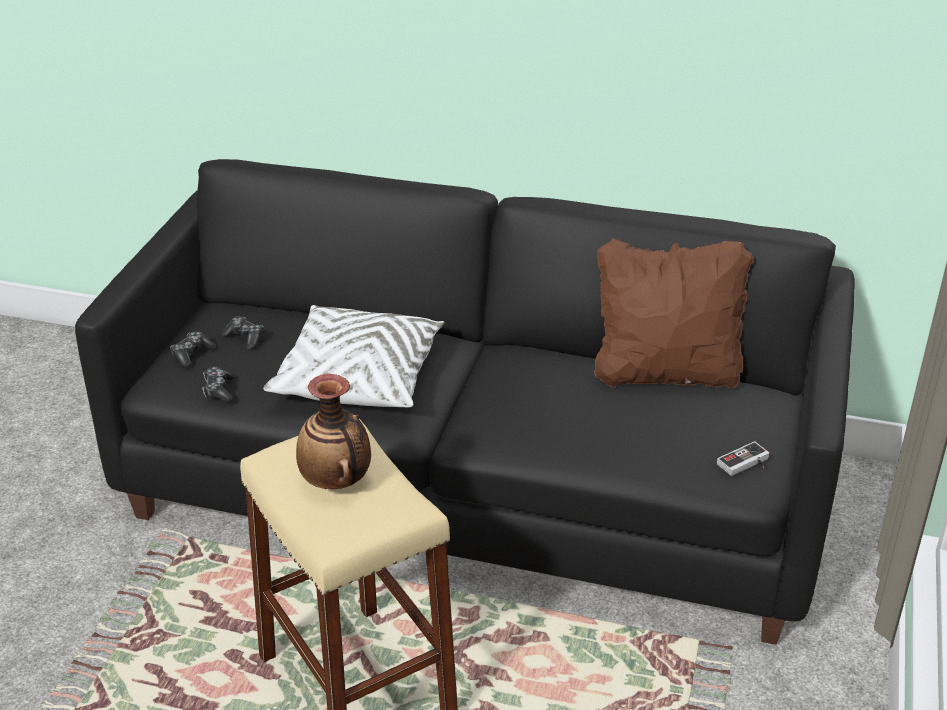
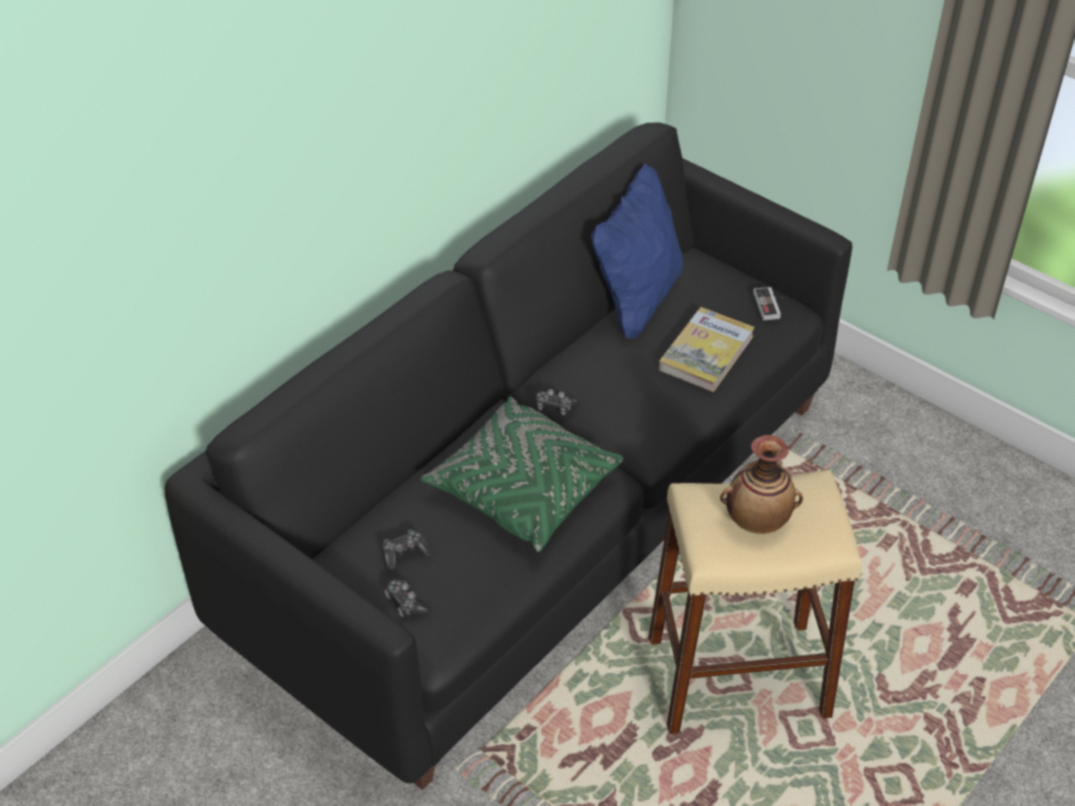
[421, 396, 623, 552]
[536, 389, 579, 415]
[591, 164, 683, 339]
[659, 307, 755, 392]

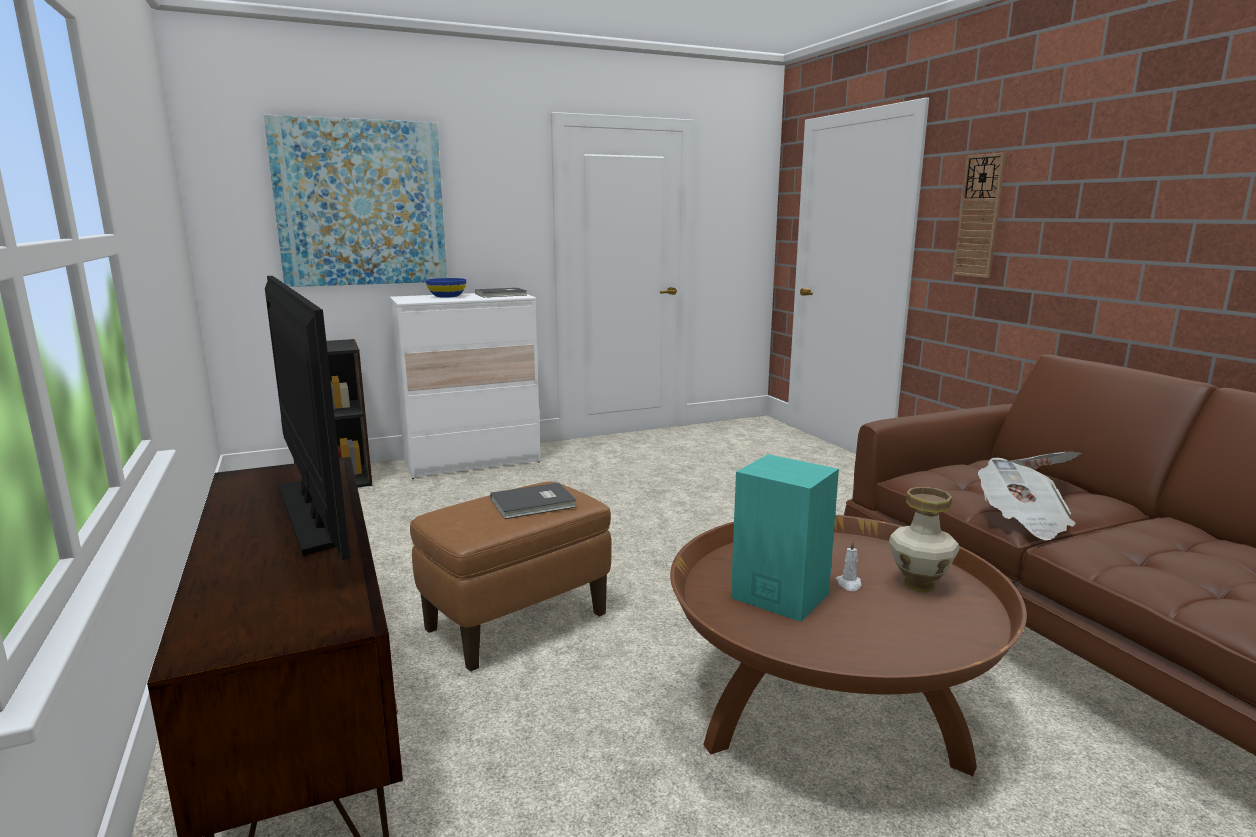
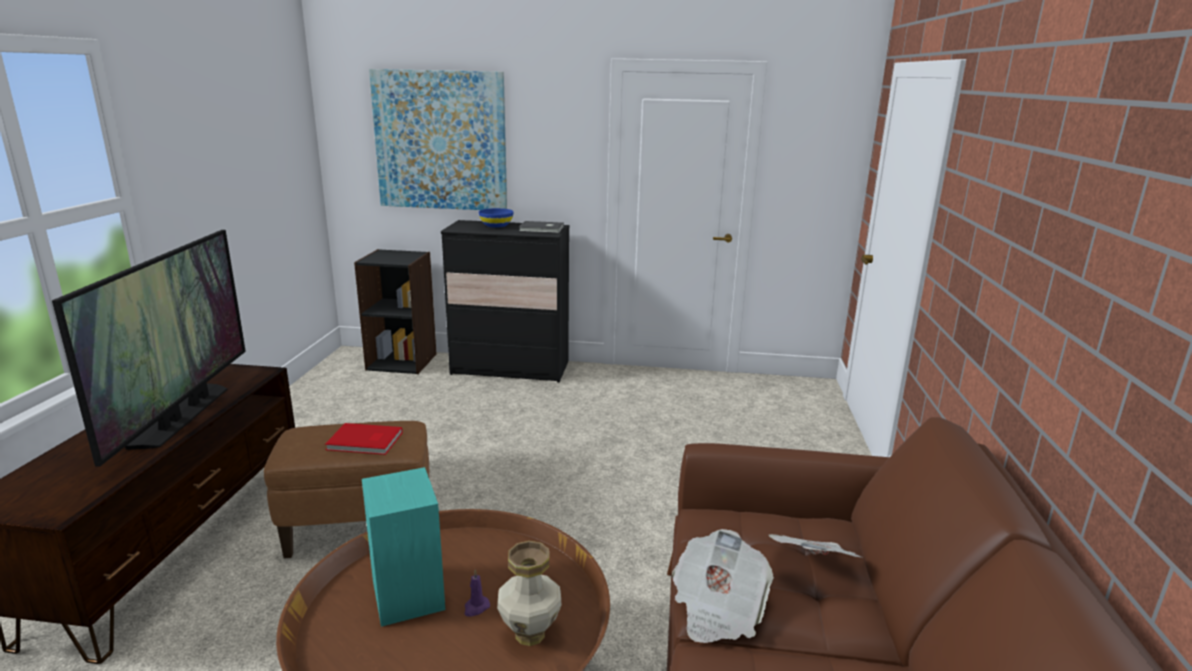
[325, 423, 403, 455]
[441, 220, 570, 383]
[465, 569, 490, 617]
[953, 153, 1006, 278] (first image)

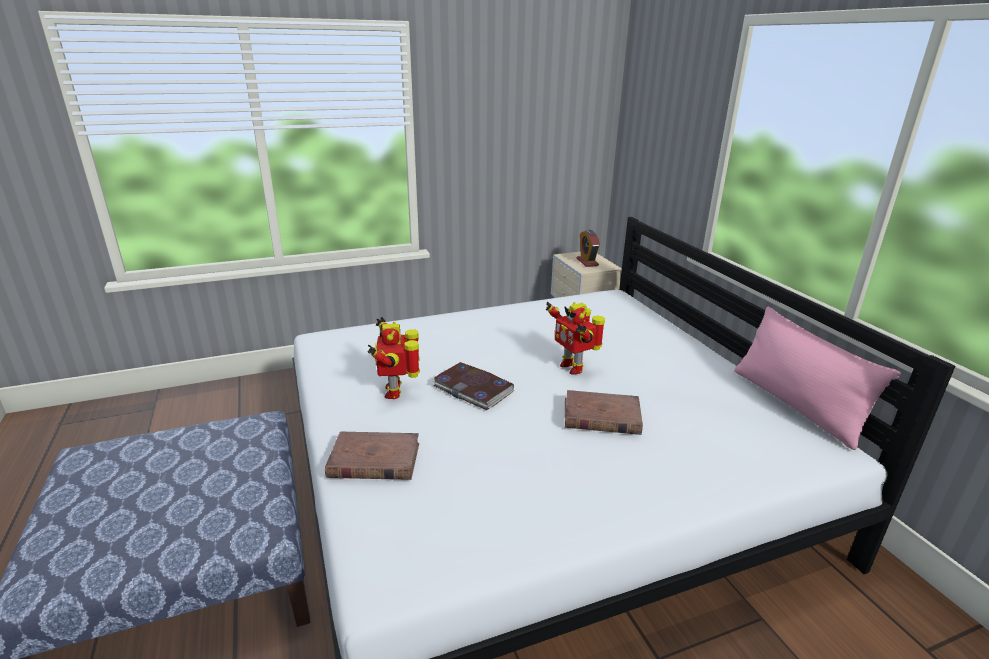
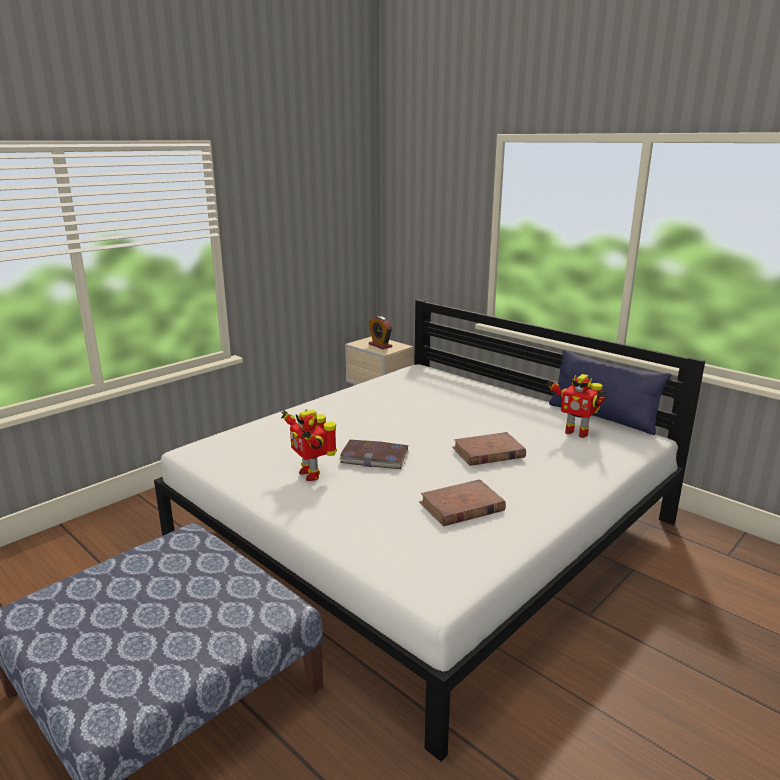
[419, 479, 506, 526]
[547, 374, 605, 438]
[549, 350, 671, 435]

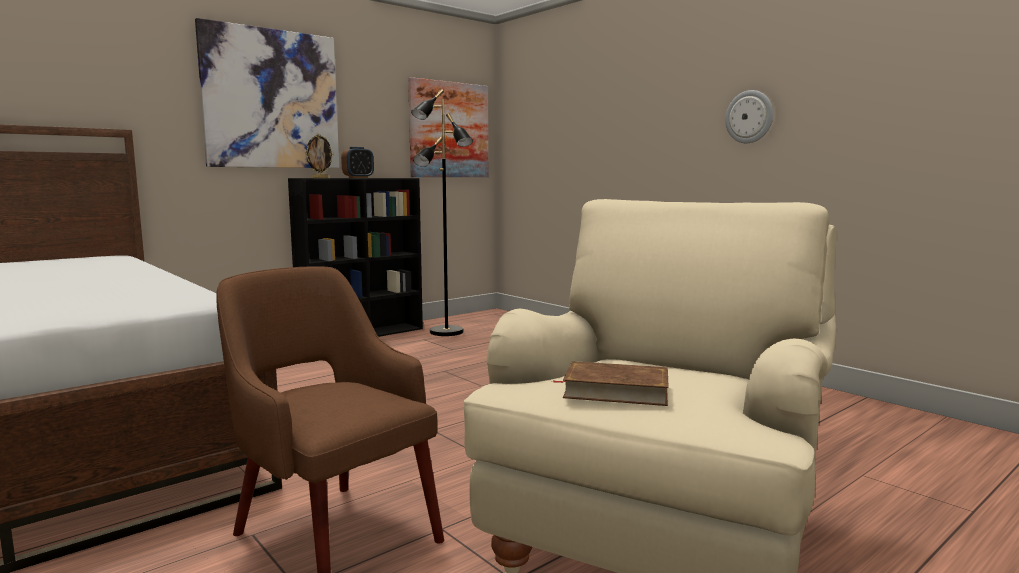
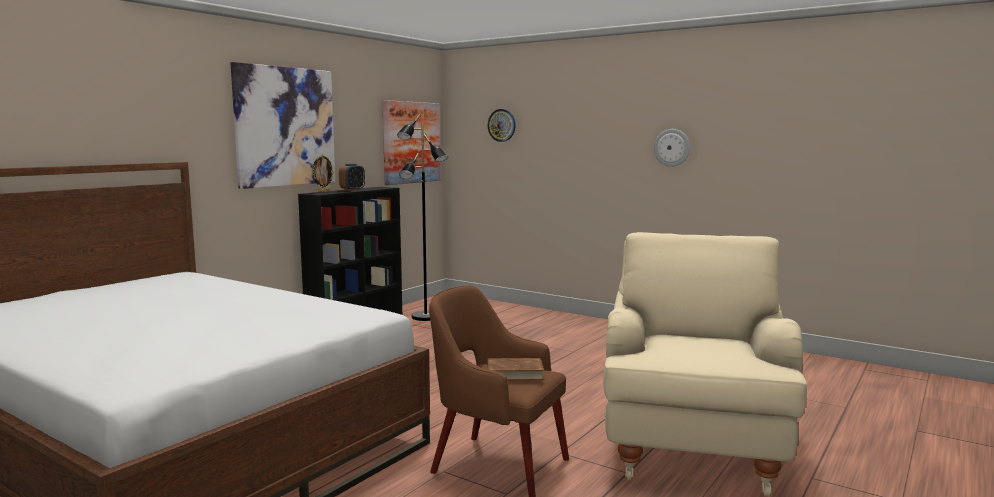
[487, 358, 544, 380]
[488, 109, 516, 142]

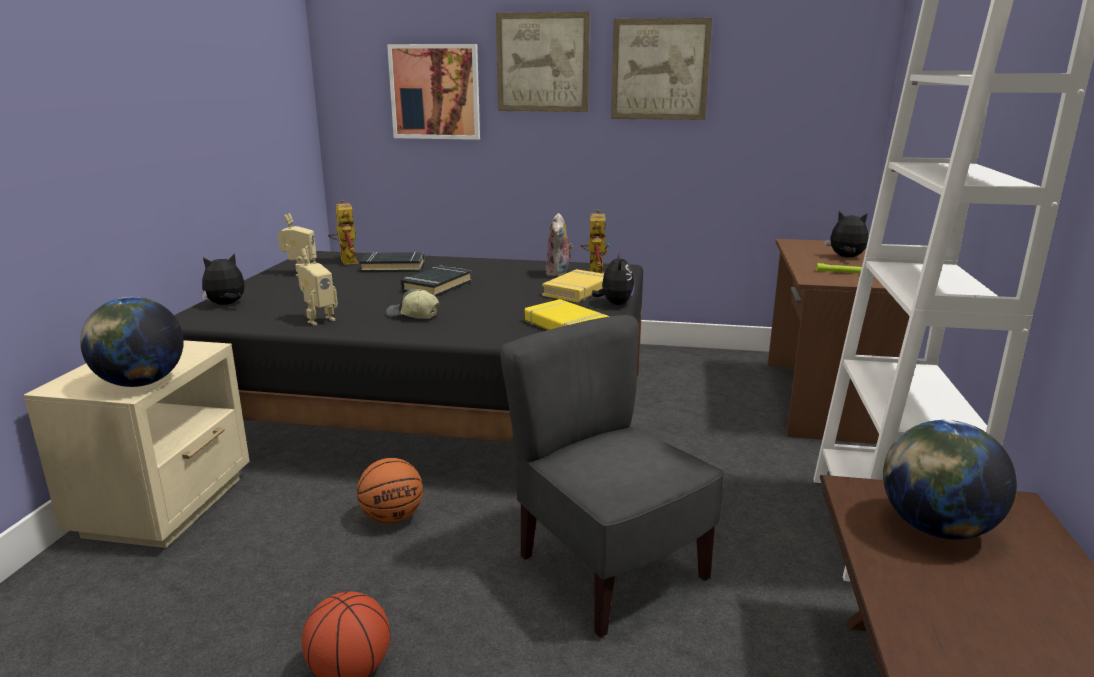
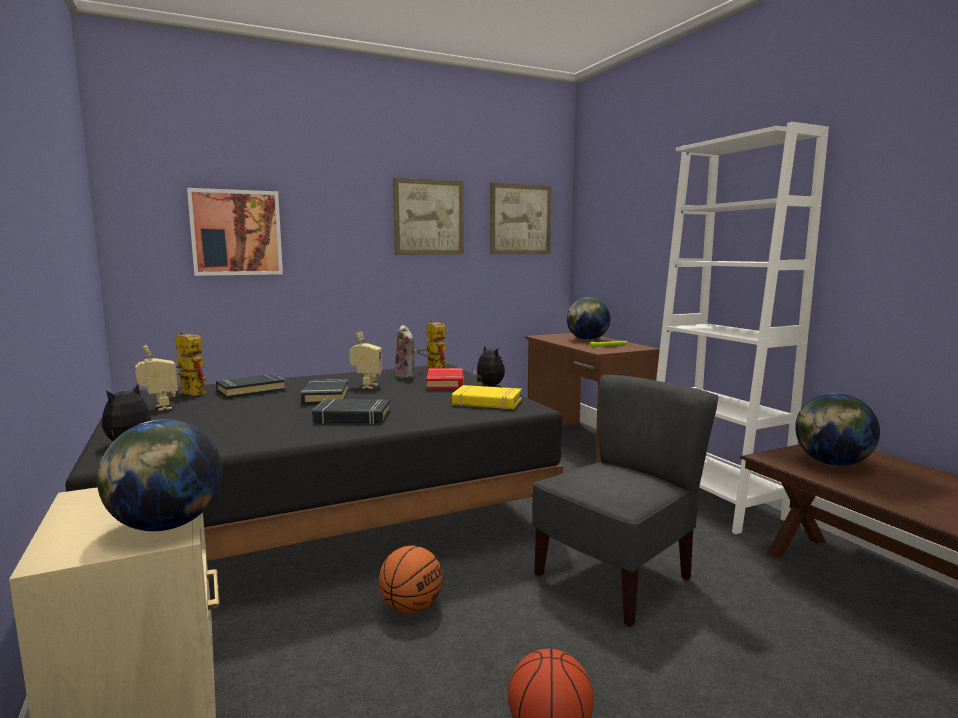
[312, 399, 390, 424]
[349, 331, 382, 389]
[426, 368, 464, 389]
[490, 183, 552, 254]
[532, 375, 718, 627]
[567, 297, 610, 340]

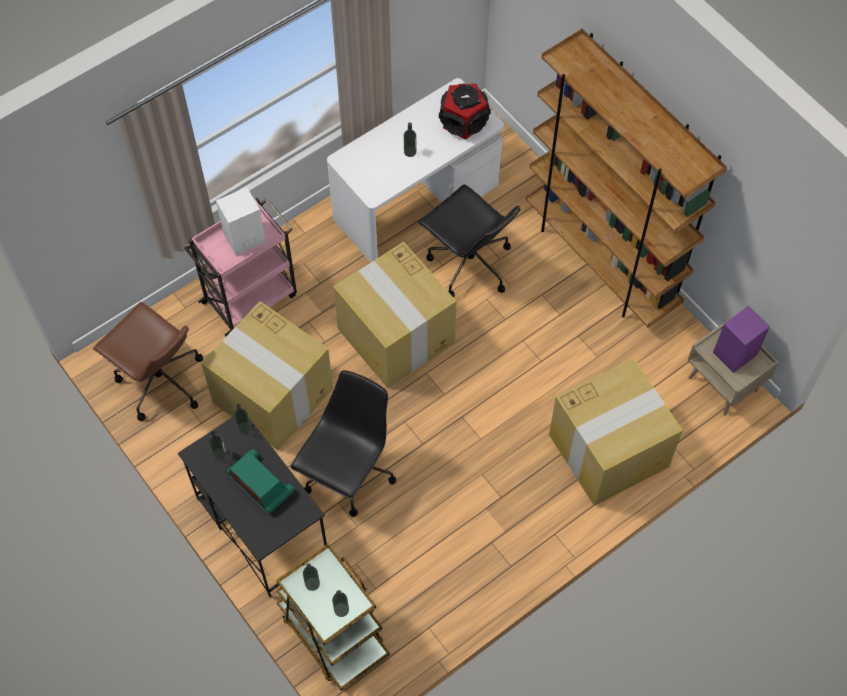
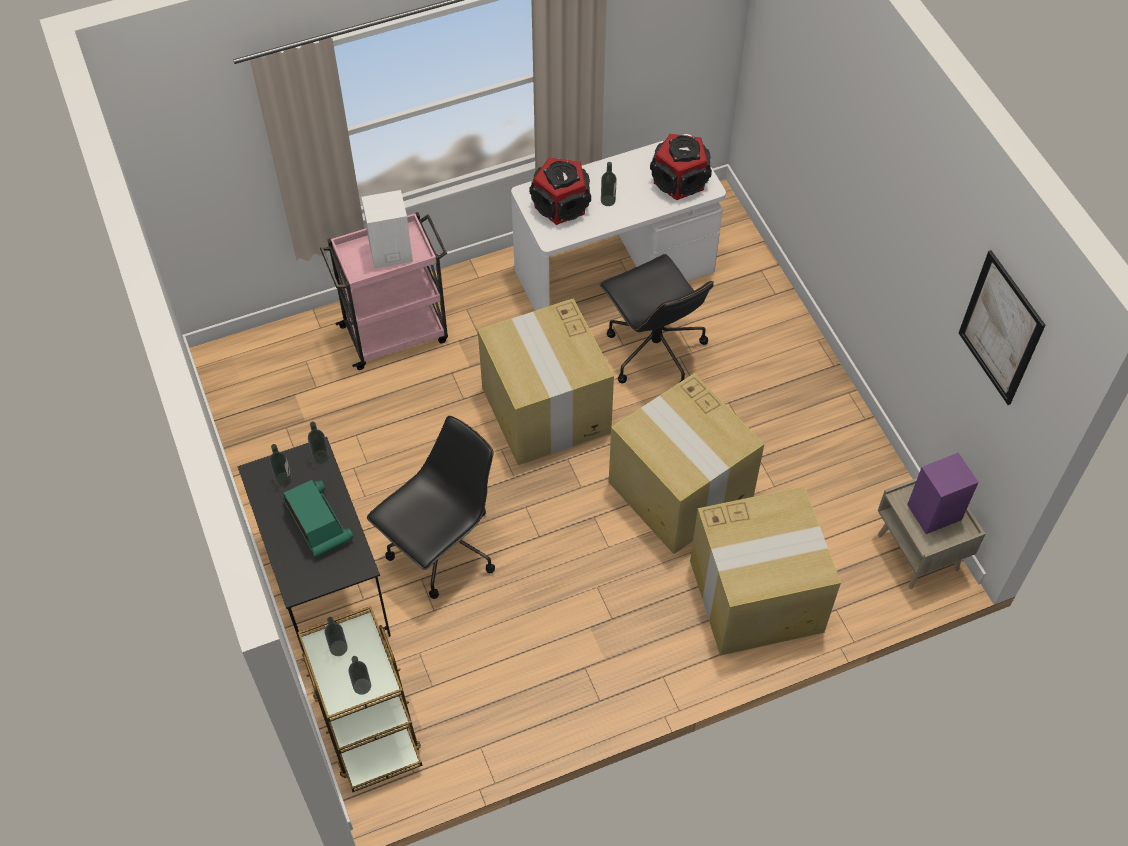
[529, 157, 591, 225]
[609, 373, 764, 554]
[959, 250, 1045, 405]
[93, 302, 203, 421] (first image)
[526, 29, 727, 328] (first image)

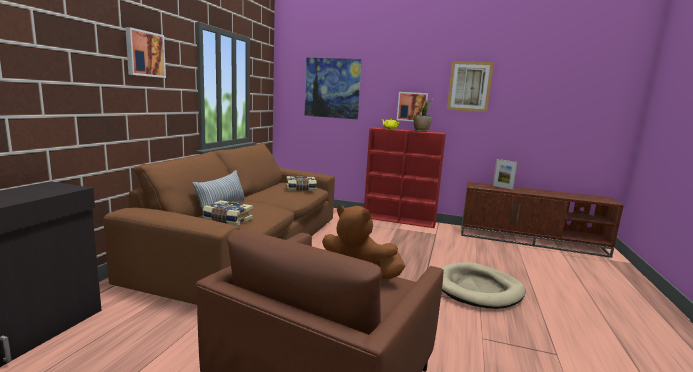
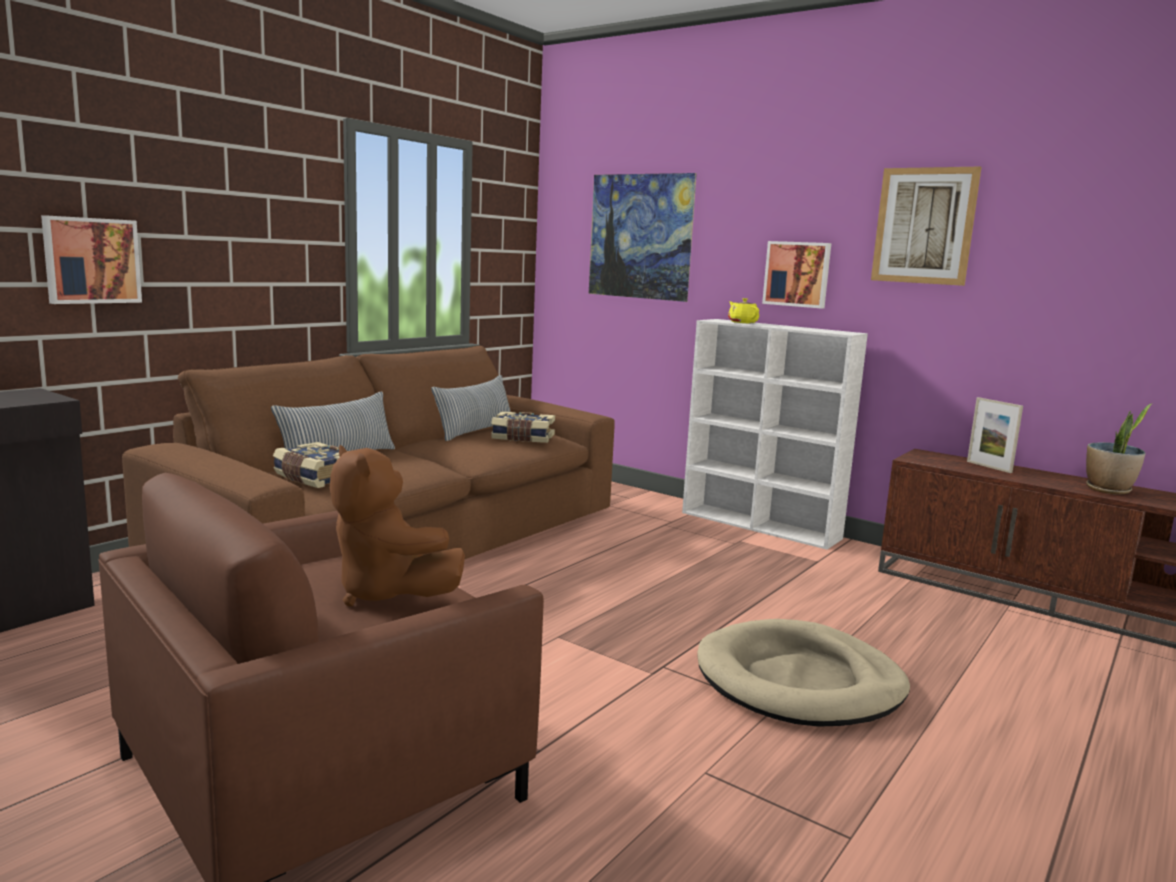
[41, 215, 142, 304]
[431, 375, 510, 441]
[682, 319, 868, 549]
[1086, 403, 1153, 495]

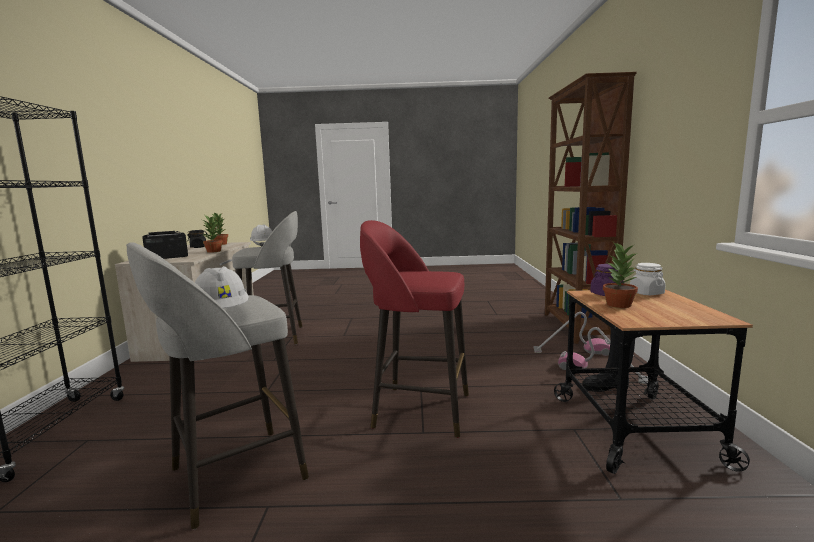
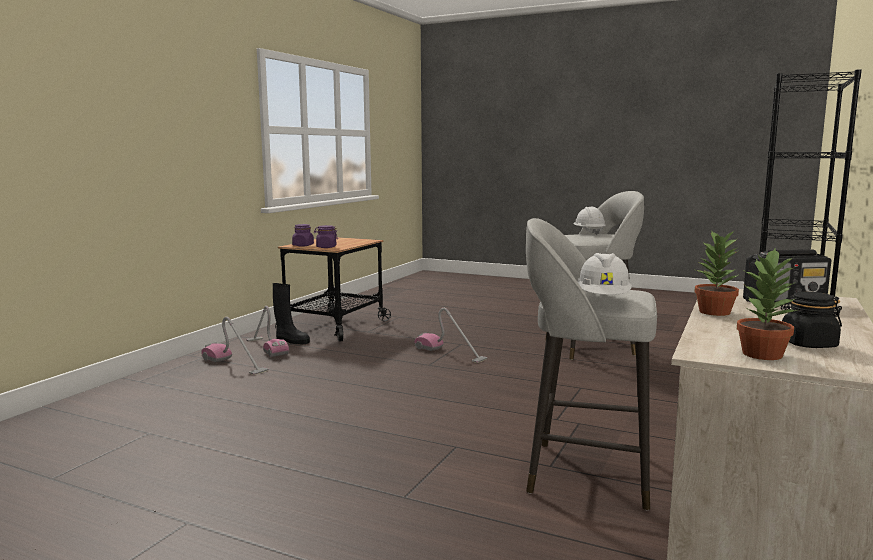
[292, 224, 314, 247]
[414, 308, 487, 363]
[545, 72, 637, 344] (first image)
[603, 242, 638, 308] (first image)

